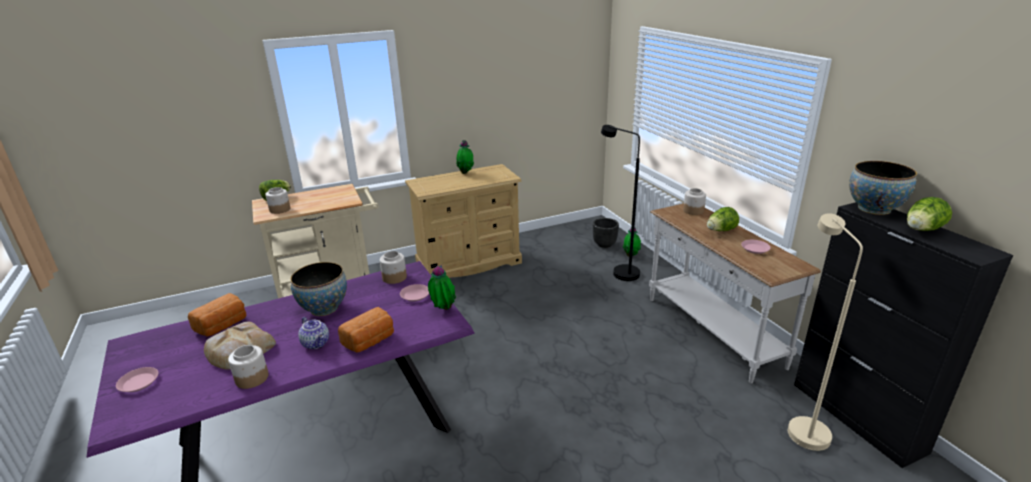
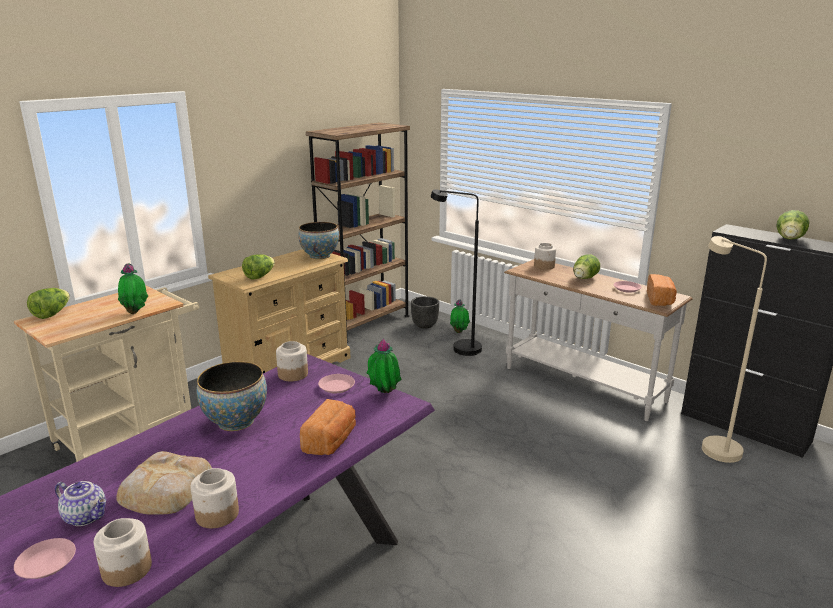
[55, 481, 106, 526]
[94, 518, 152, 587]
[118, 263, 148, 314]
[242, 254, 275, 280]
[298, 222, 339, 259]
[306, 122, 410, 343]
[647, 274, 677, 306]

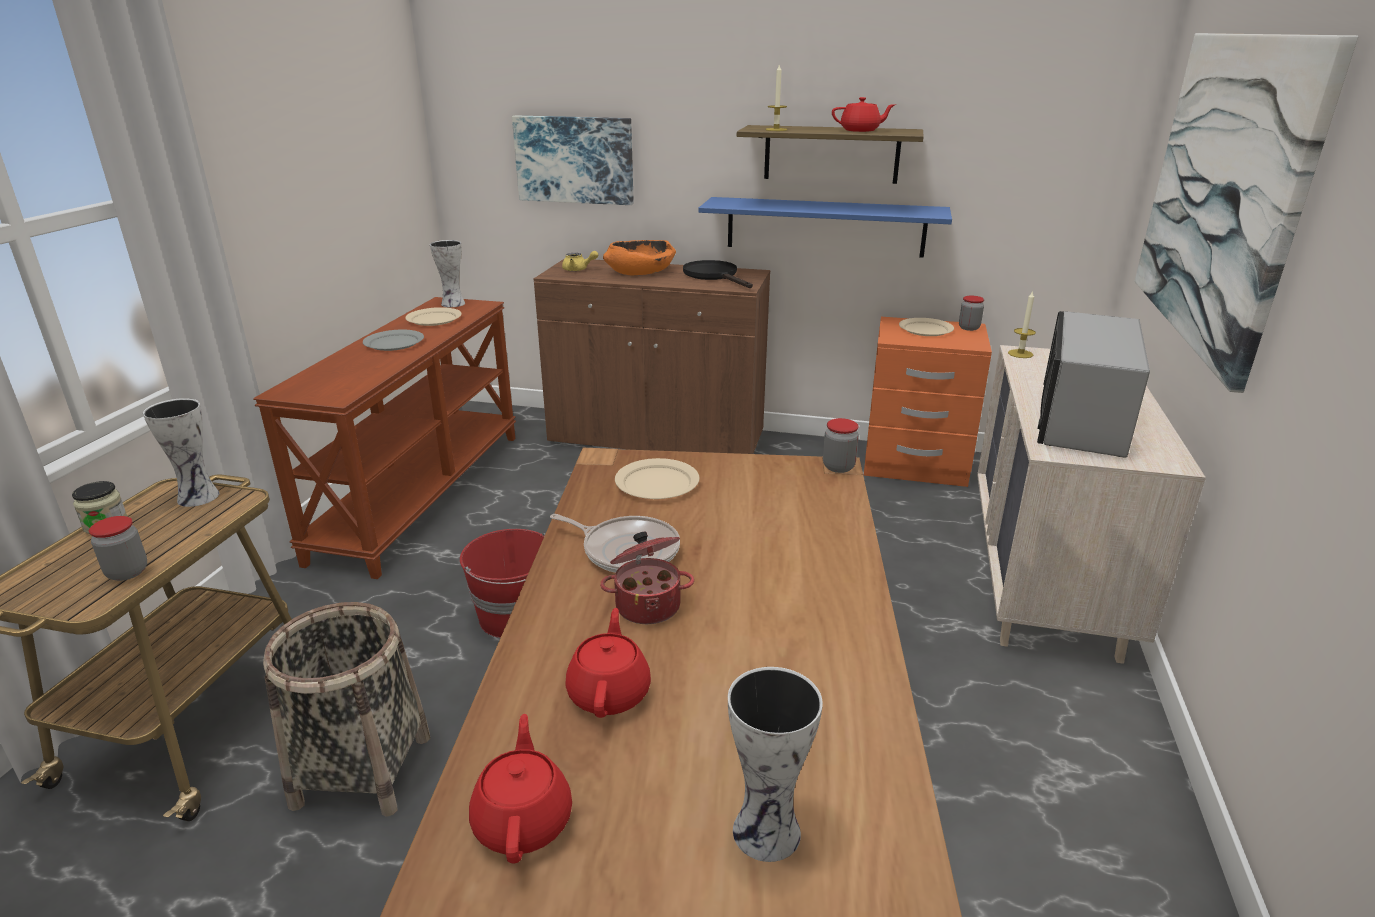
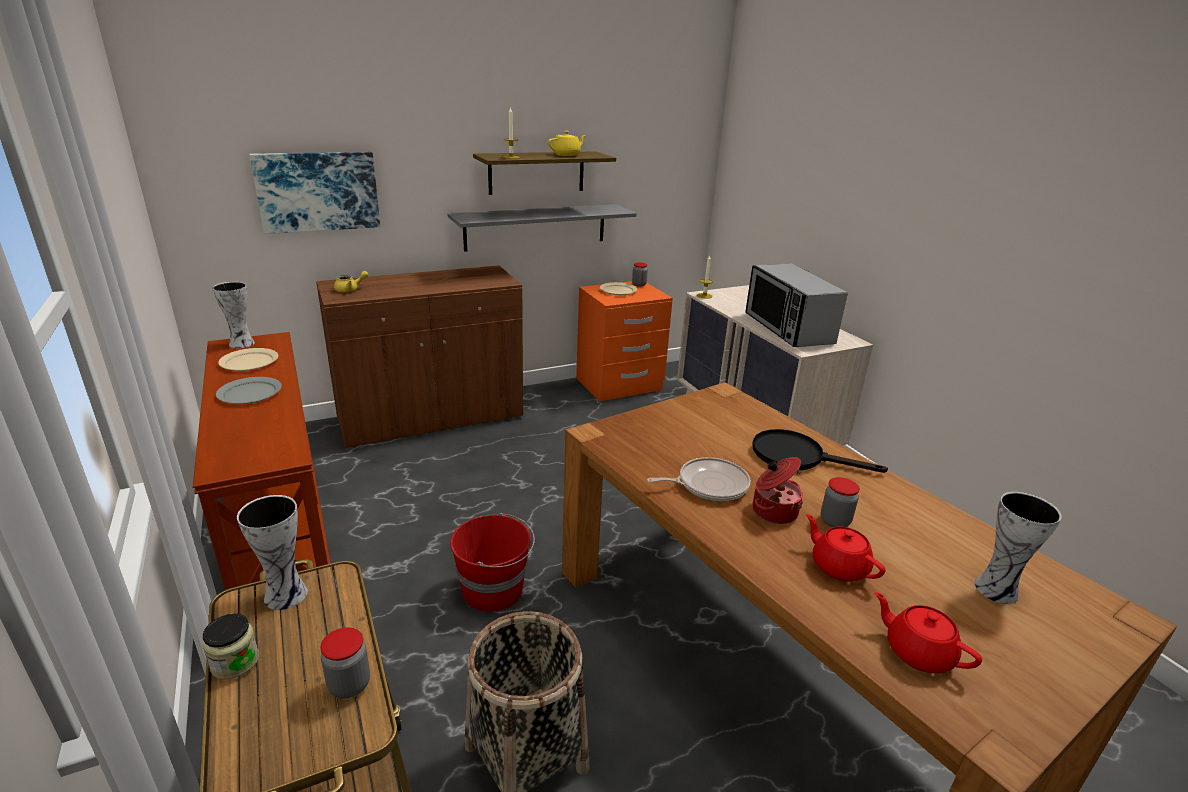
[447, 204, 637, 252]
[548, 131, 587, 156]
[752, 429, 888, 473]
[821, 477, 860, 527]
[603, 240, 676, 275] (first image)
[615, 458, 700, 499] (first image)
[1134, 33, 1359, 393] (first image)

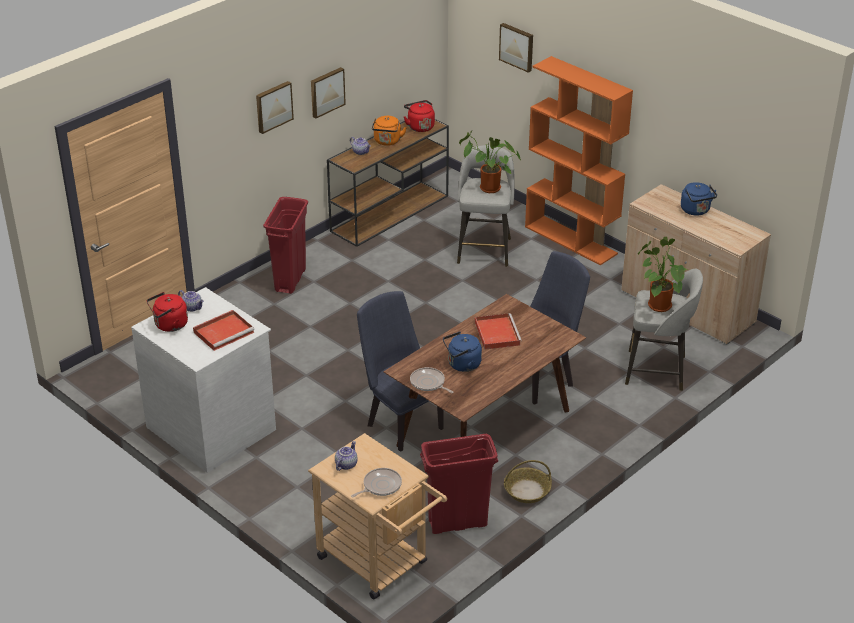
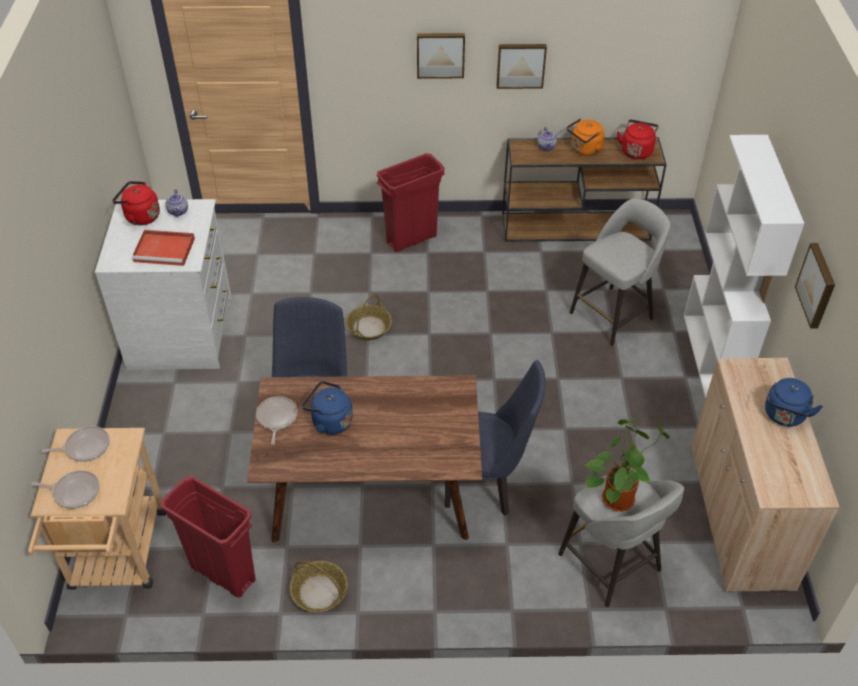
[41, 426, 110, 462]
[346, 294, 392, 340]
[684, 135, 804, 399]
[795, 243, 835, 329]
[459, 131, 521, 193] (first image)
[475, 313, 522, 350] (first image)

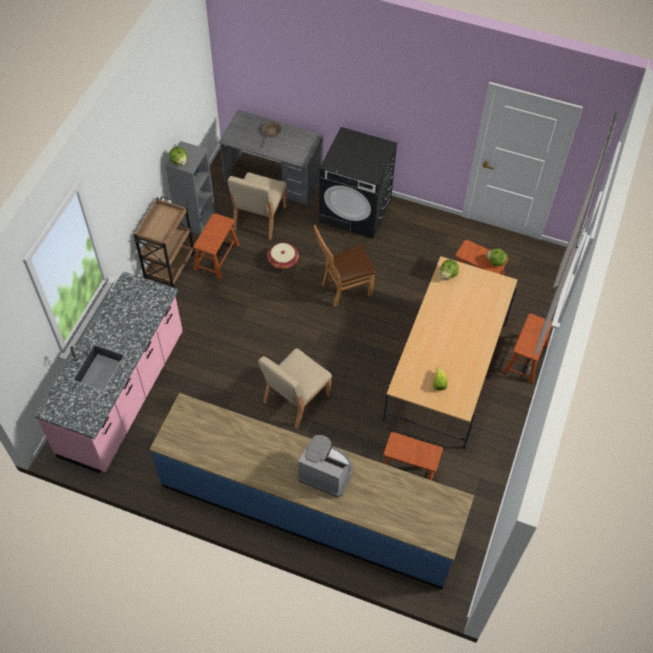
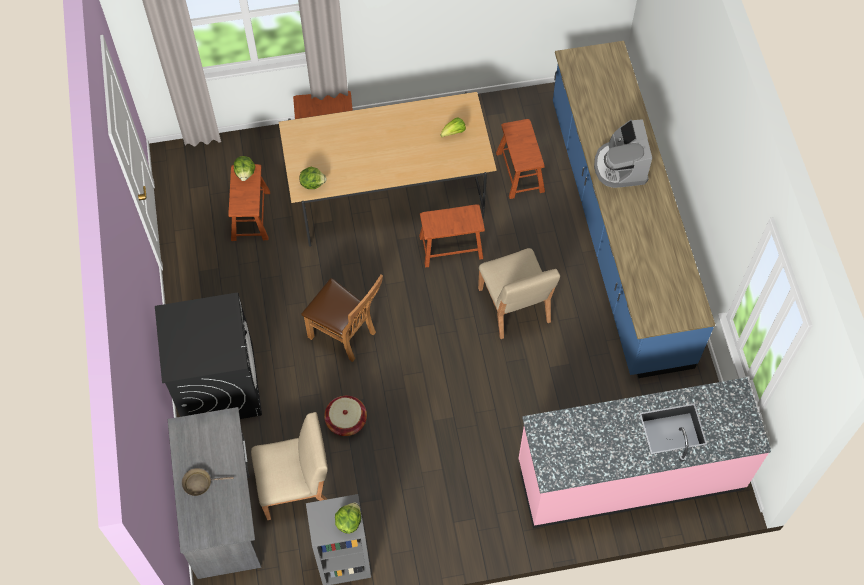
[419, 204, 485, 267]
[478, 248, 560, 339]
[134, 196, 194, 288] (first image)

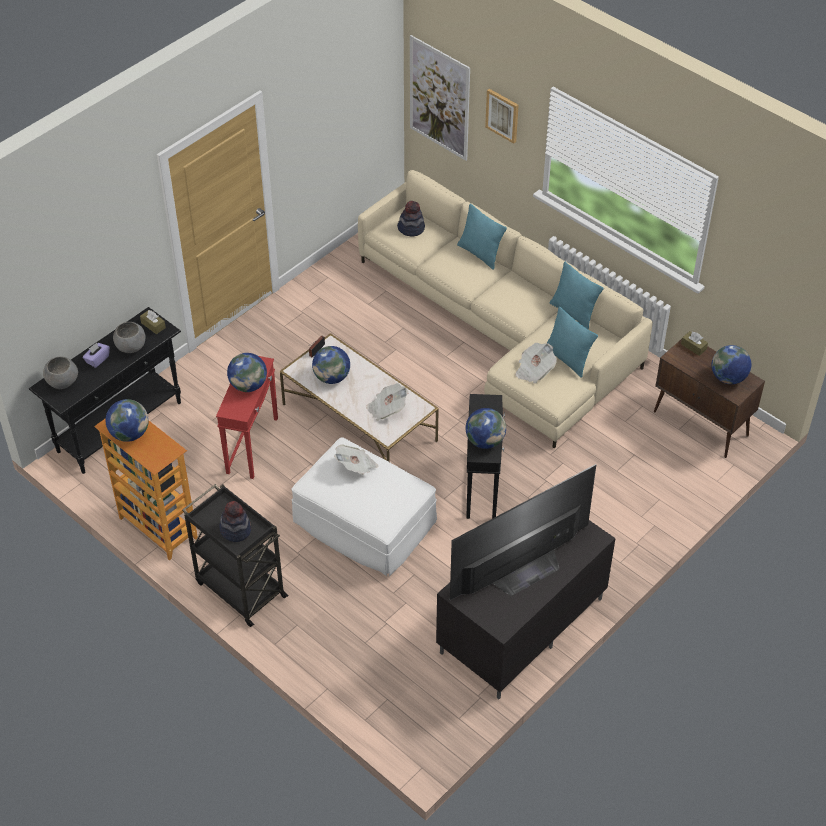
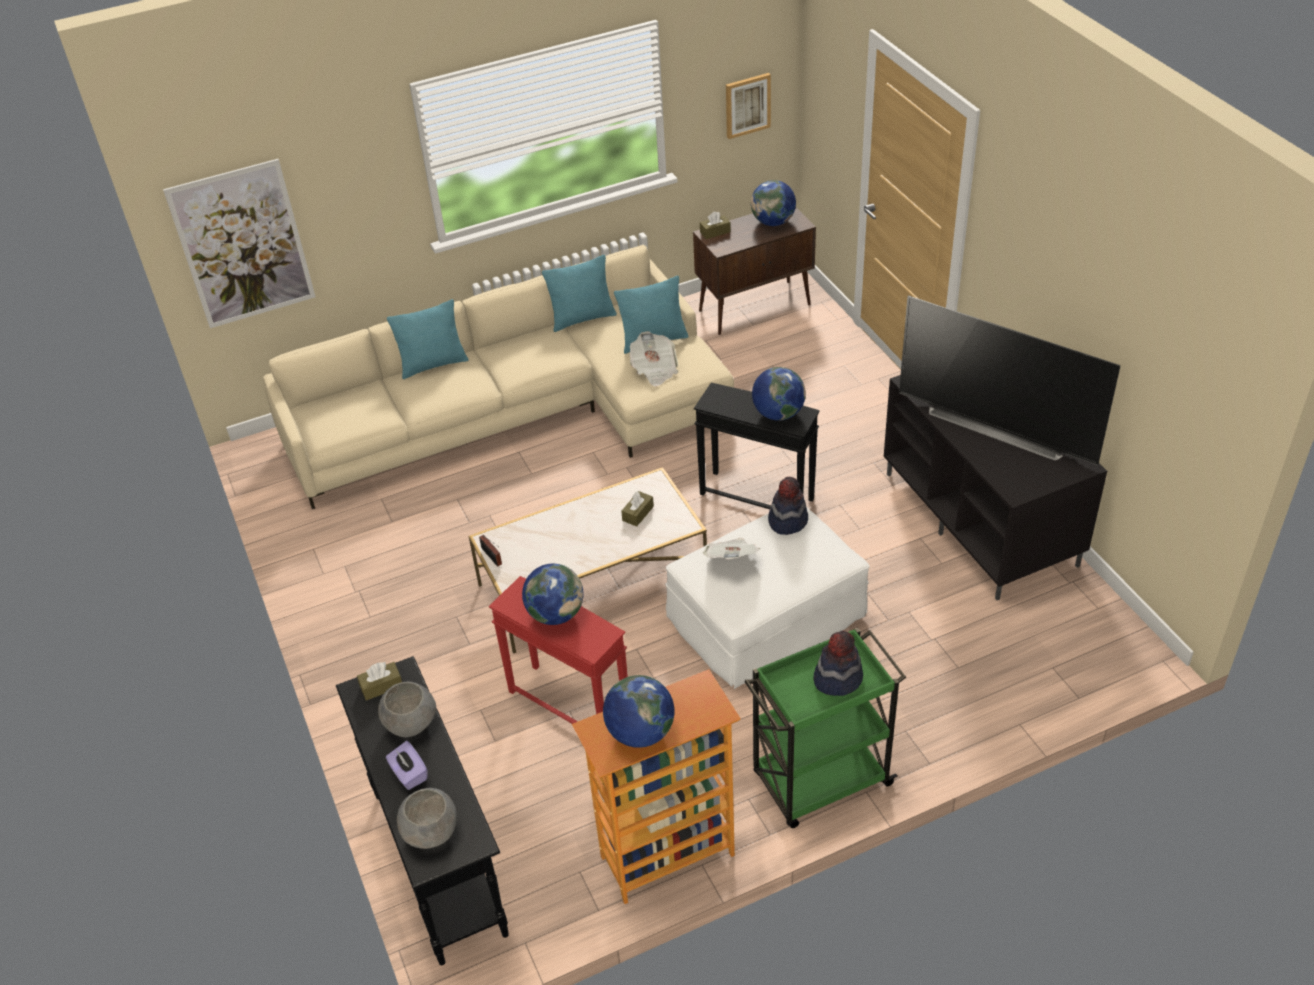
[621, 491, 654, 526]
[726, 73, 771, 139]
[745, 627, 906, 828]
[768, 477, 808, 535]
[899, 295, 1121, 466]
[312, 346, 350, 384] (first image)

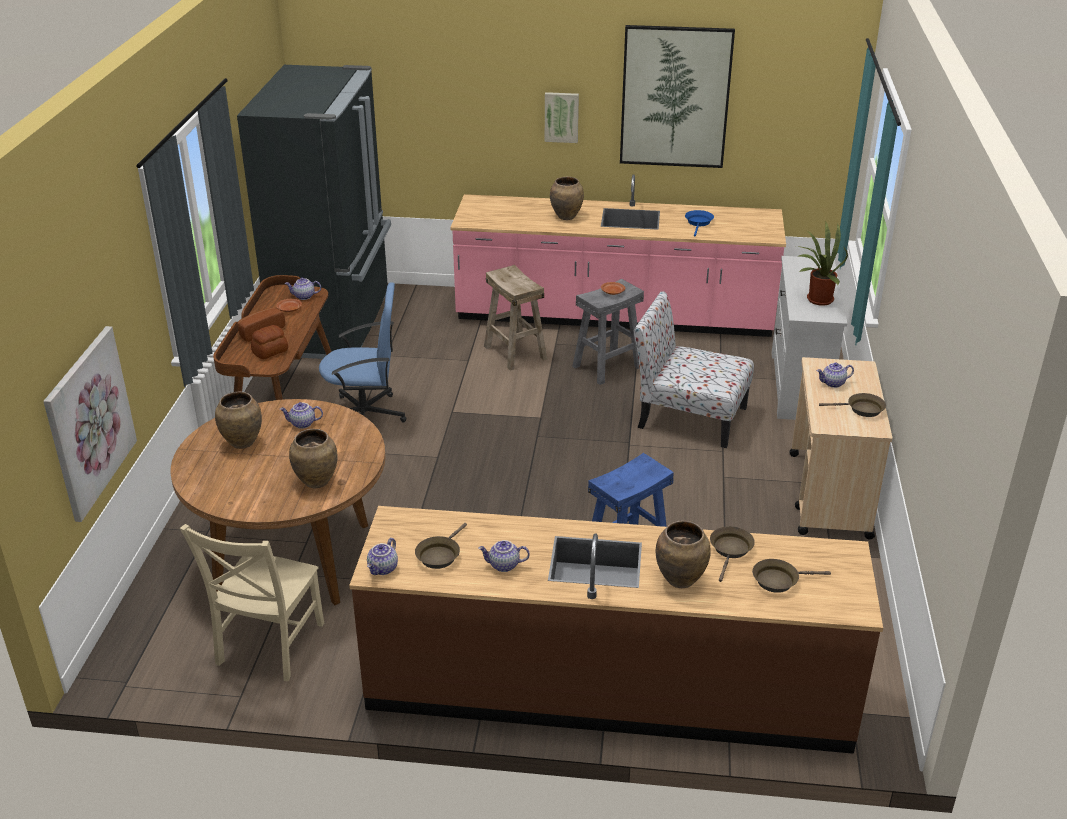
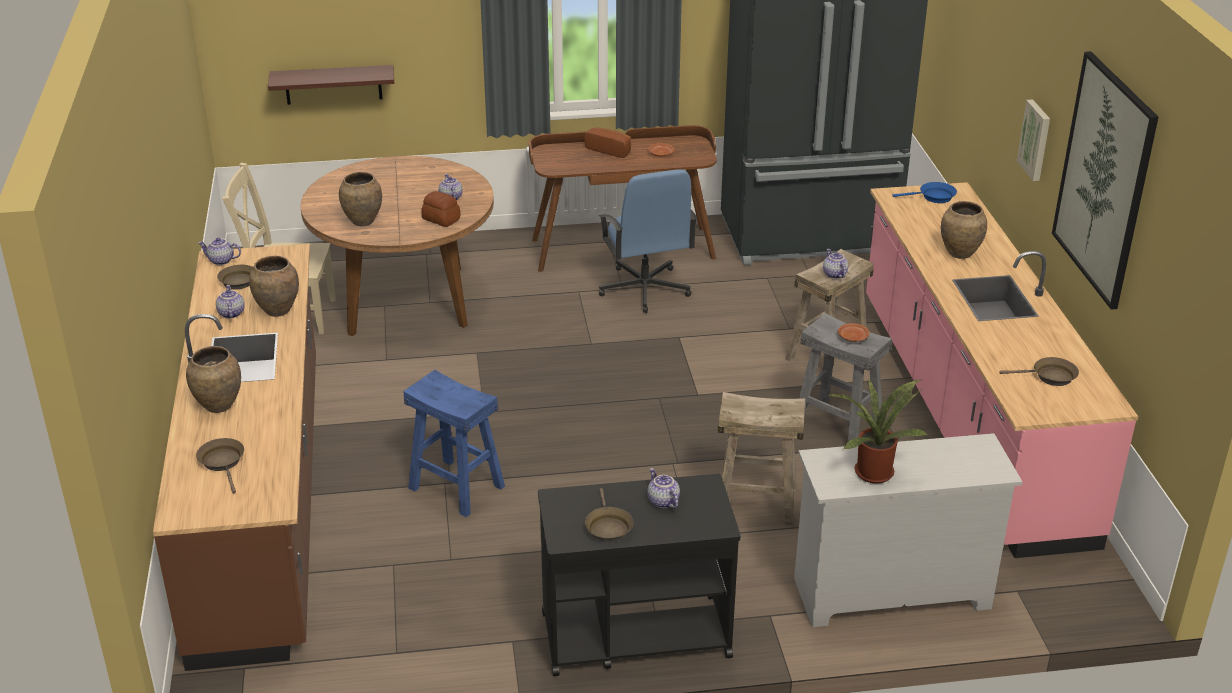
[249, 256, 299, 317]
[268, 65, 394, 105]
[421, 191, 461, 227]
[538, 474, 741, 676]
[717, 392, 806, 526]
[823, 249, 849, 279]
[892, 182, 957, 203]
[1000, 357, 1079, 386]

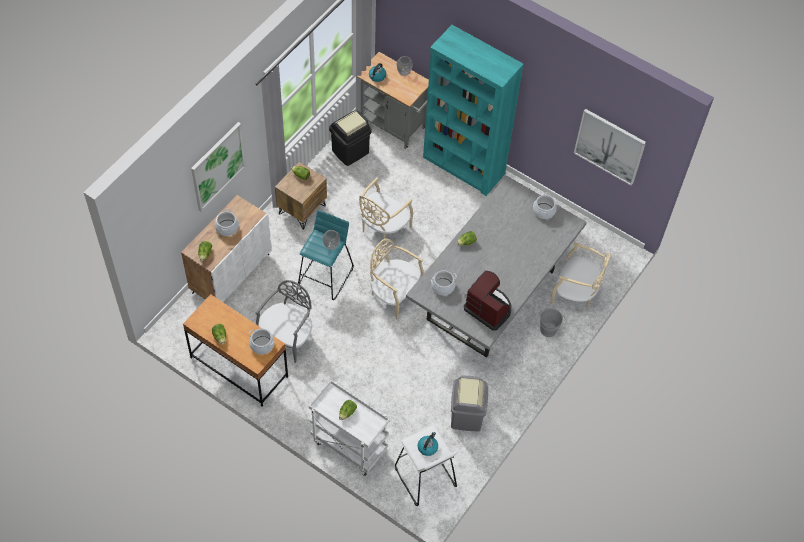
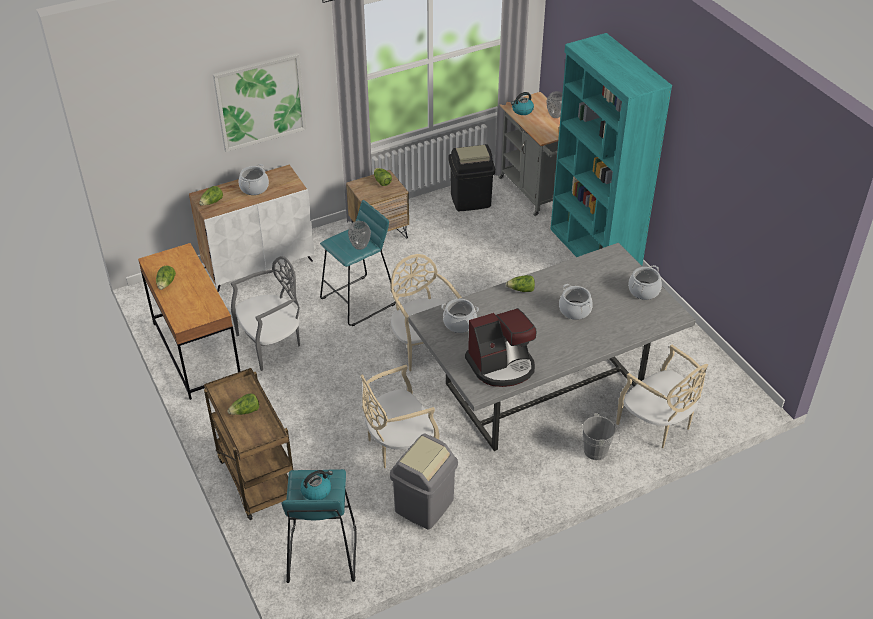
[204, 368, 293, 520]
[282, 469, 357, 583]
[360, 365, 439, 468]
[465, 308, 537, 387]
[559, 284, 593, 320]
[574, 109, 646, 186] (first image)

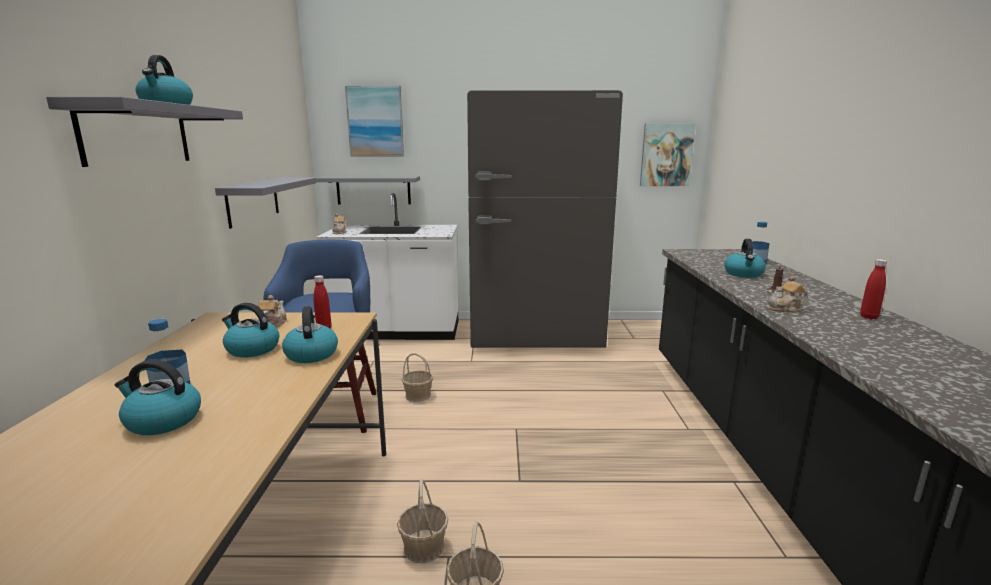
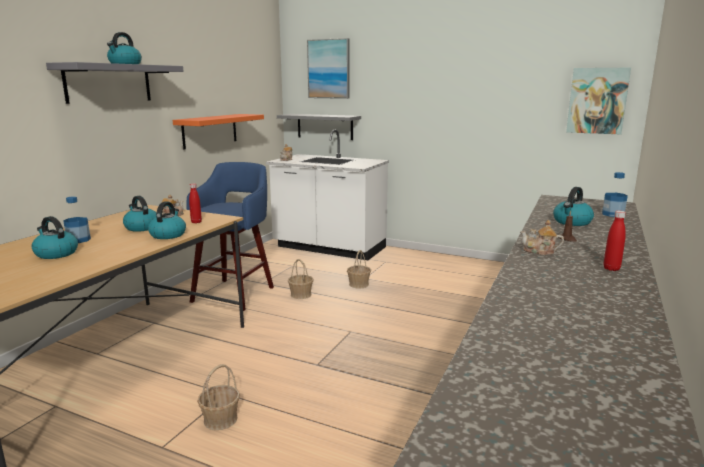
[173, 114, 264, 149]
[347, 250, 371, 288]
[467, 90, 623, 348] (first image)

